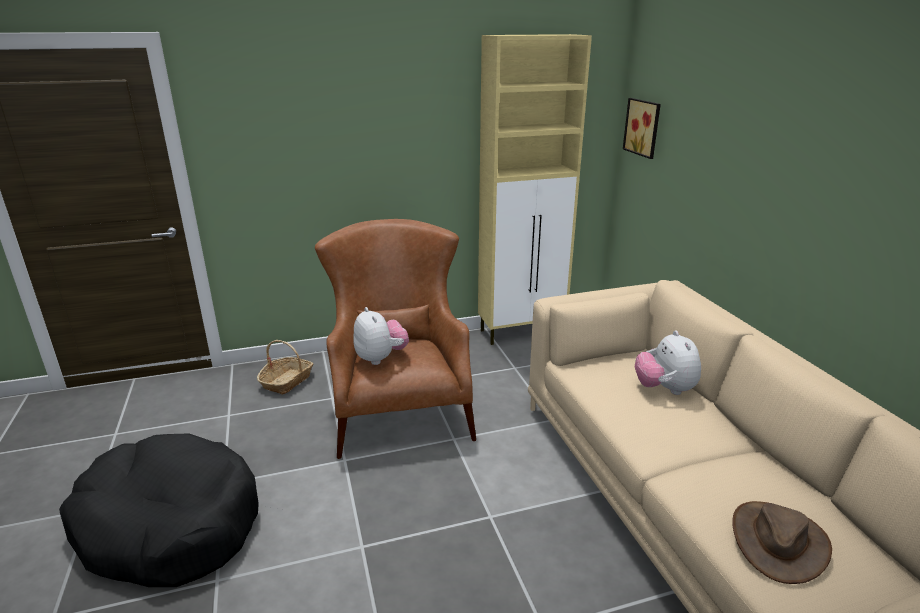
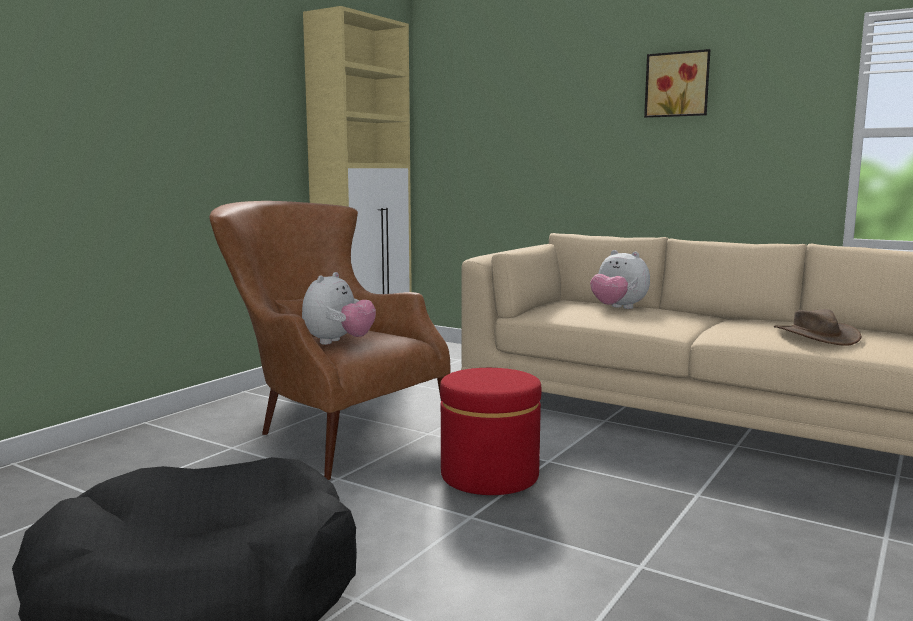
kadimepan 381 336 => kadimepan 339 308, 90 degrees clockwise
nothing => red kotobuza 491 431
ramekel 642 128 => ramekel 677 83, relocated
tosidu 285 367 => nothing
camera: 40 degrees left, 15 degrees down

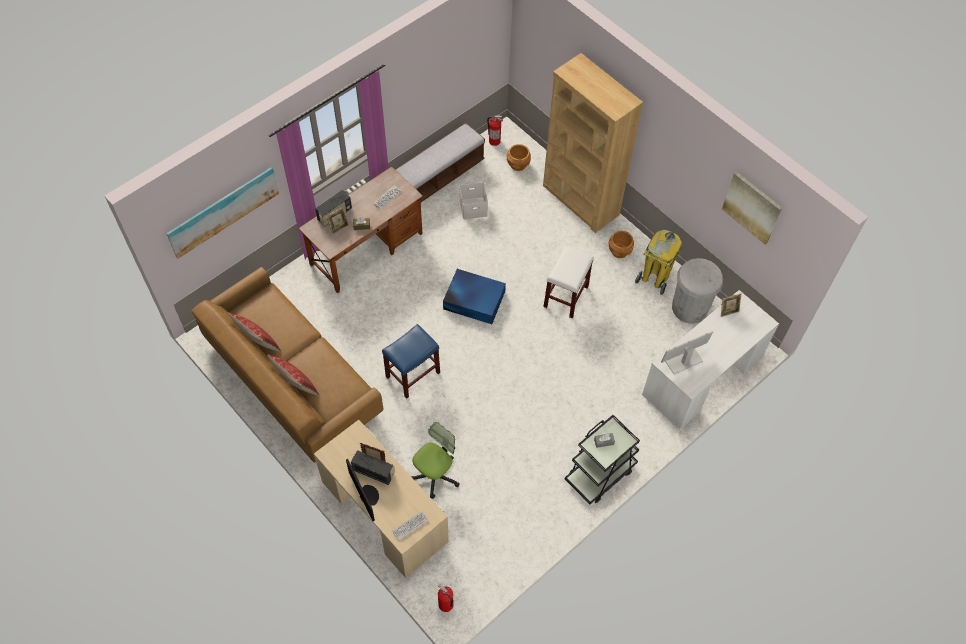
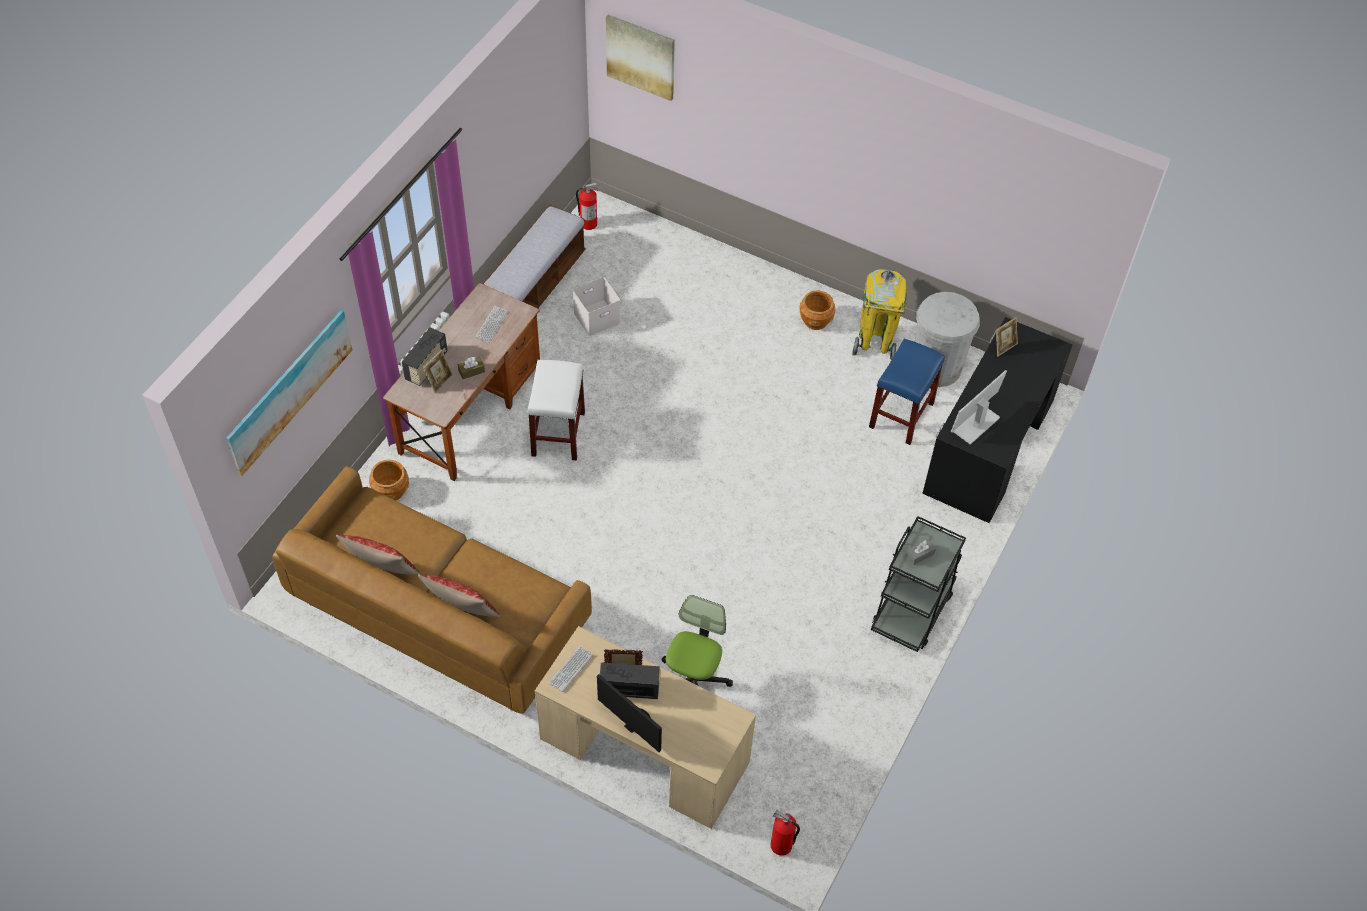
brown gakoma 519 157 => brown gakoma 389 480, relocated
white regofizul 569 281 => white regofizul 556 410, relocated
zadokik 410 526 => zadokik 570 669, relocated
ramekel 752 208 => ramekel 640 58, relocated
blue regofizul 411 361 => blue regofizul 907 391, relocated
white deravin 710 360 => black deravin 997 420
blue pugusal 474 296 => nothing
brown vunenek 593 143 => nothing
camera: 20 degrees left, 5 degrees down

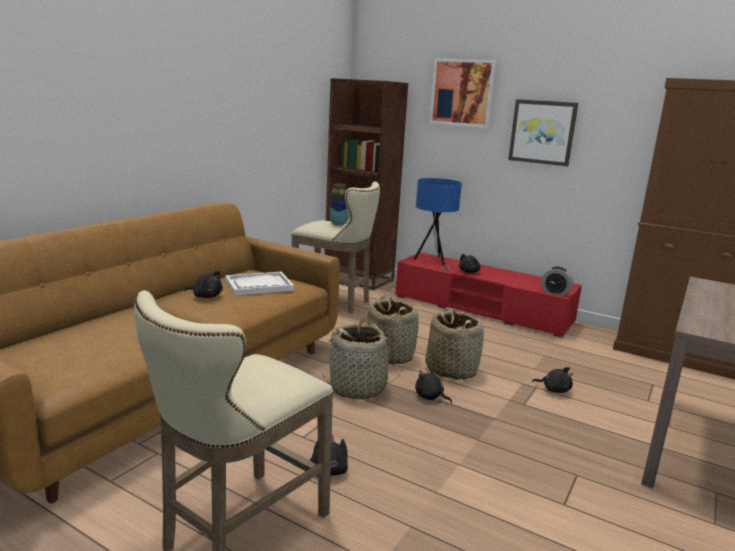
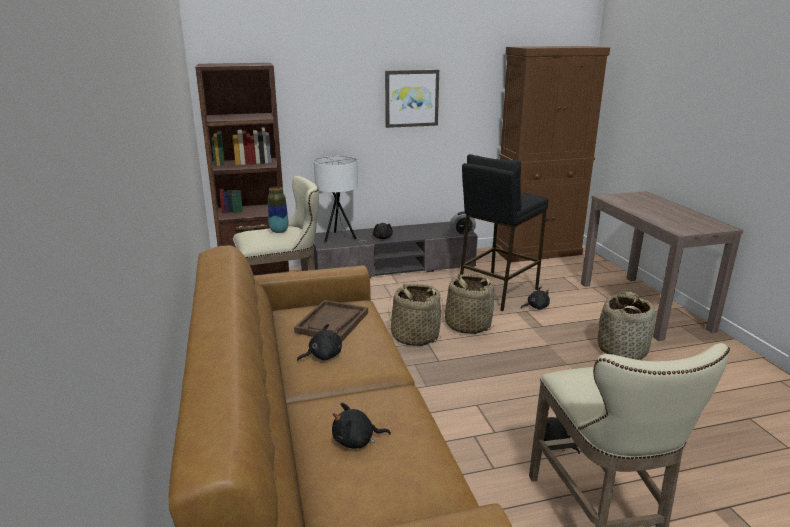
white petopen 259 284 => brown petopen 331 321
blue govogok 438 224 => white govogok 340 199
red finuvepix 488 295 => grey finuvepix 396 250
black kadimepan 433 385 => black kadimepan 361 426, relocated
nothing => black regofizul 504 232
tosidu 362 359 => tosidu 626 325, relocated
ramekel 462 93 => nothing
camera: 45 degrees left, 5 degrees up

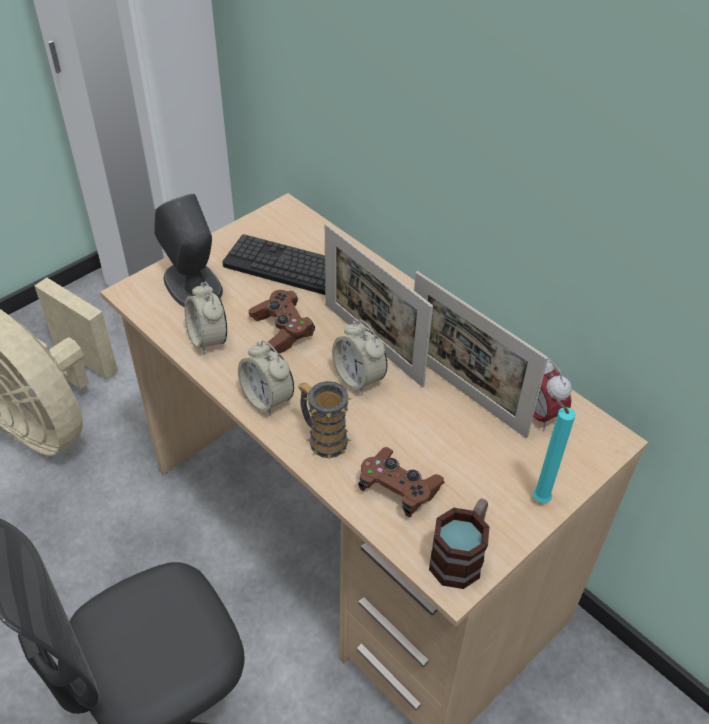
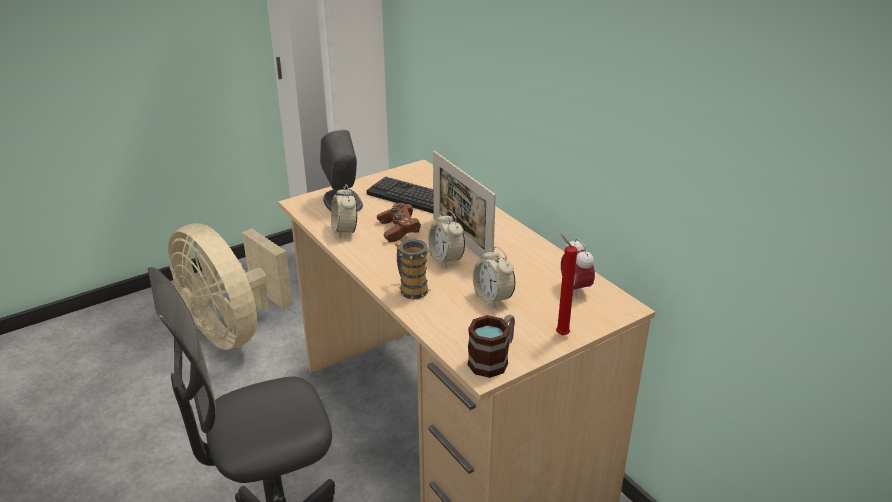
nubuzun 266 378 => nubuzun 494 277, relocated
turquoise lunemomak 554 449 => red lunemomak 566 284
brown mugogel 401 482 => nothing
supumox 481 354 => nothing
camera: 10 degrees right, 15 degrees down

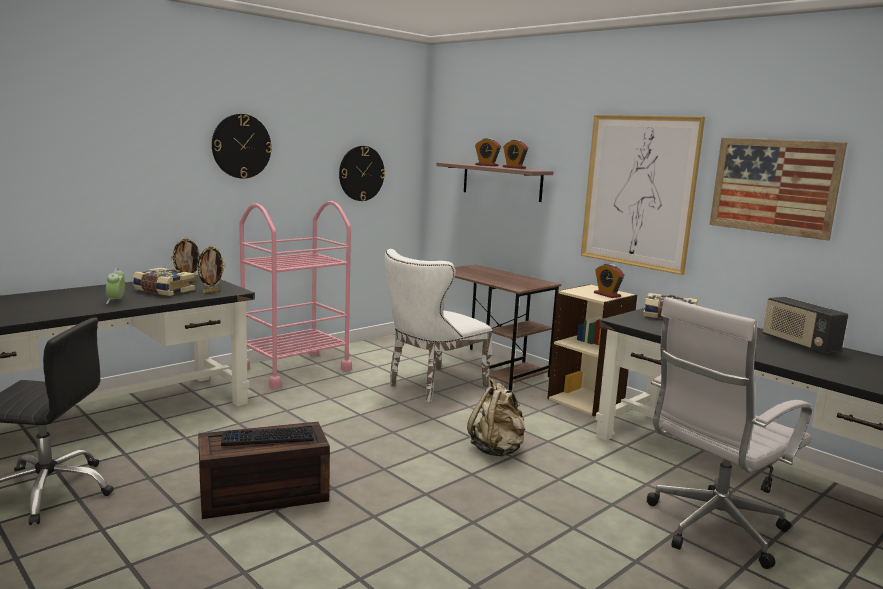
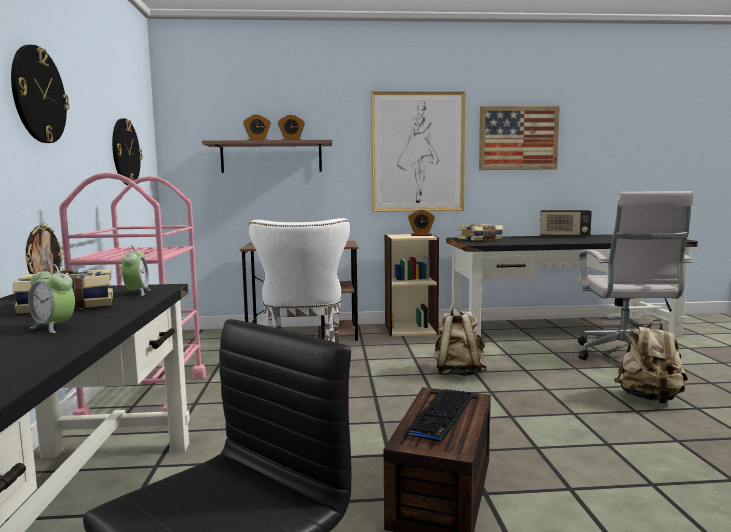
supumox 211 269 => nubuzun 135 271
nothing => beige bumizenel 651 361
camera: 50 degrees left, 5 degrees down

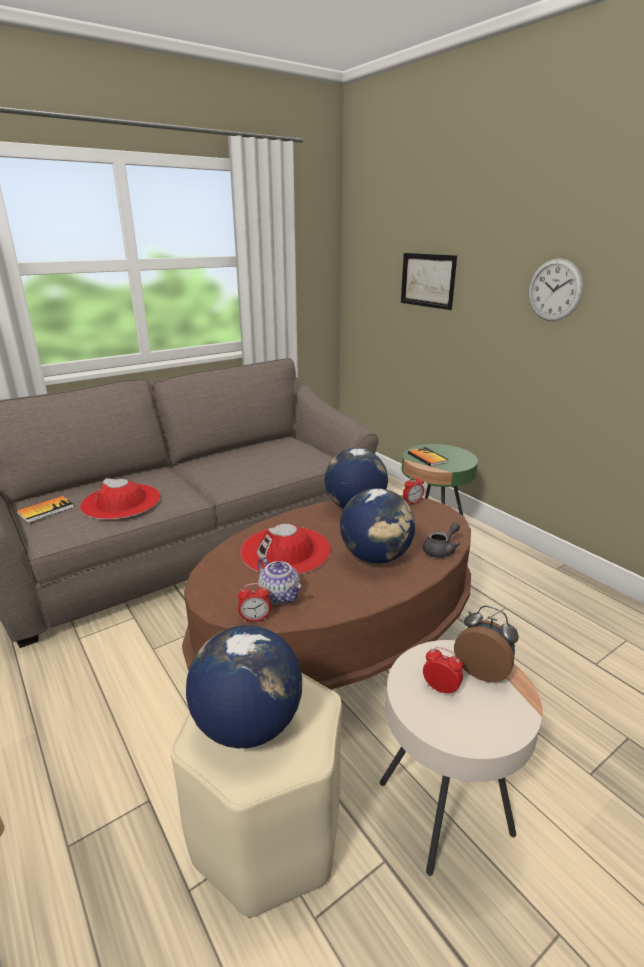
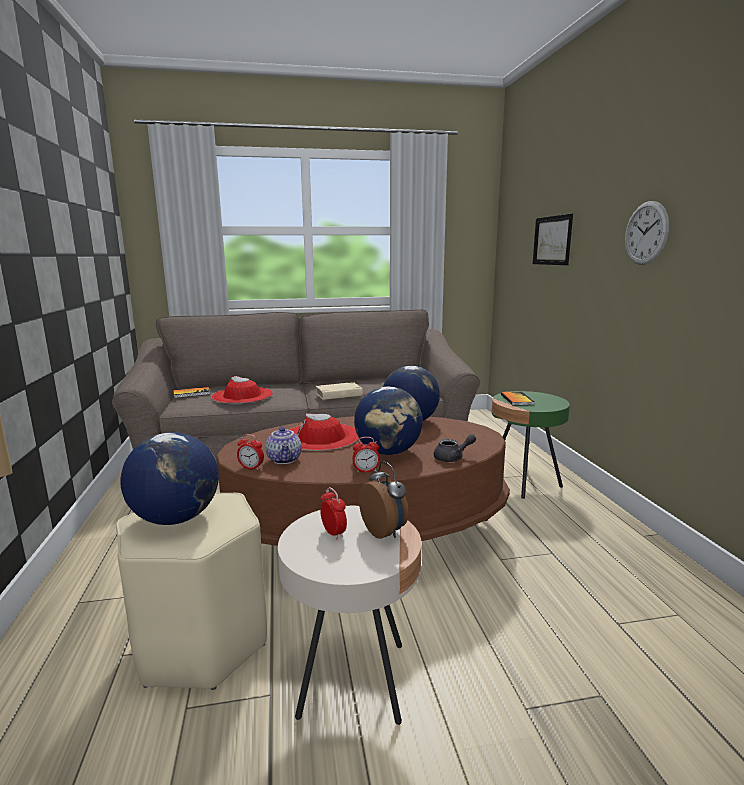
nothing => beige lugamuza 341 391
nubuzun 413 490 => nubuzun 366 455, relocated
camera: 25 degrees right, 10 degrees down

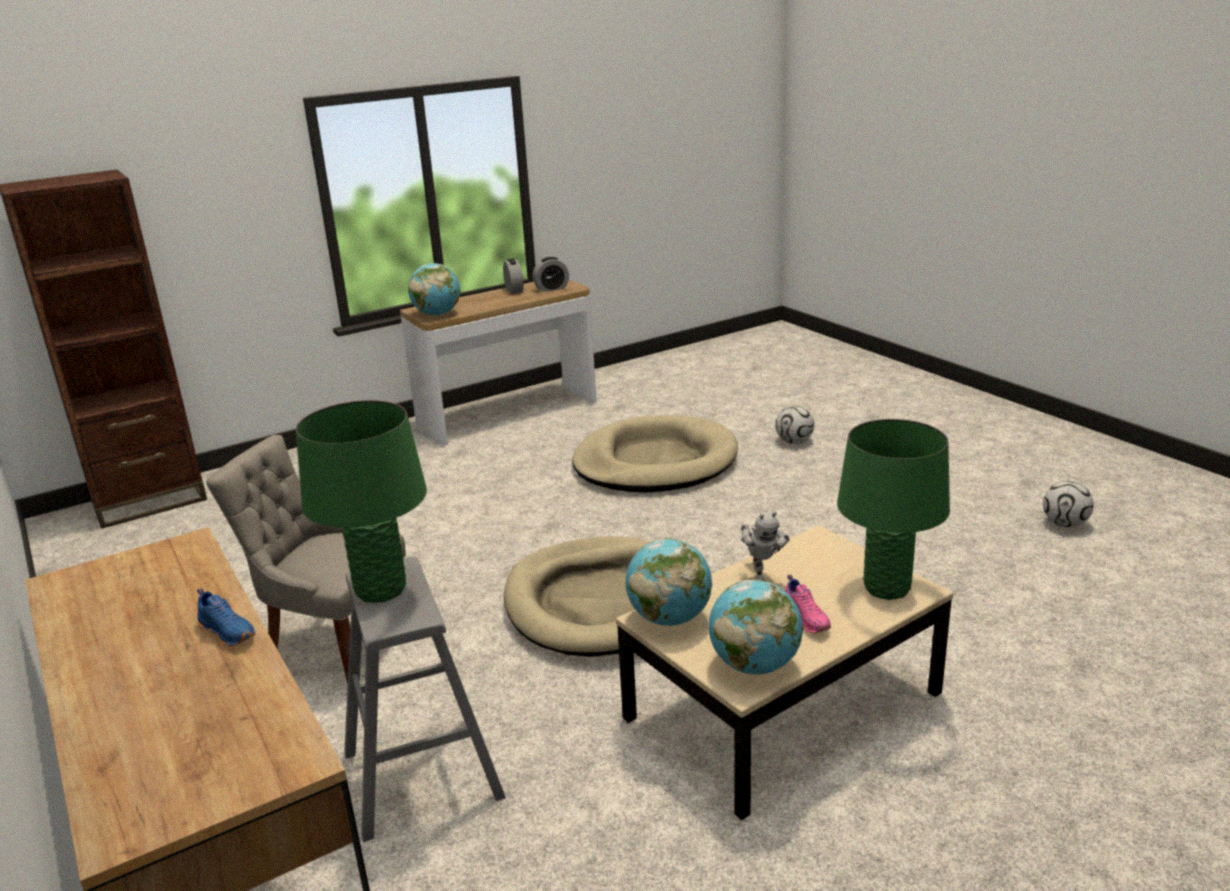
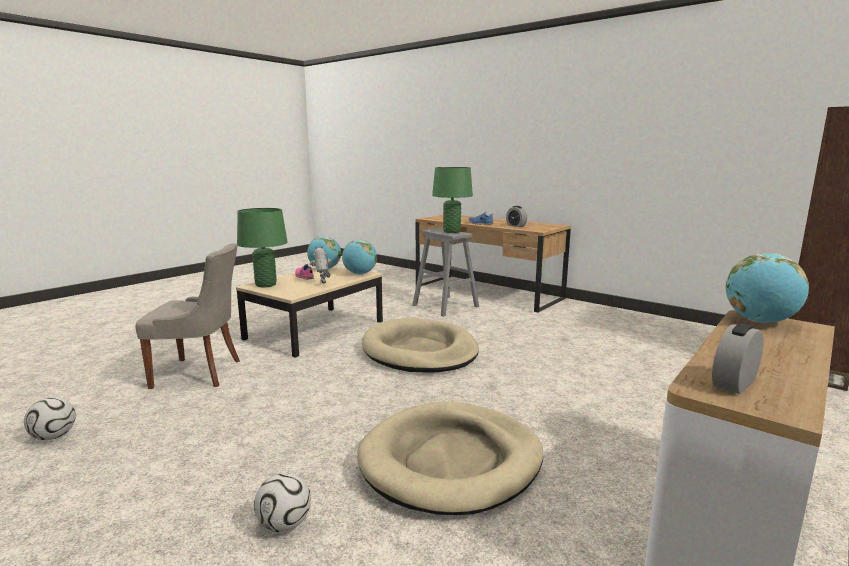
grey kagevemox 306 559 => grey kagevemox 187 316, relocated
nubuzun 513 276 => nubuzun 516 216, relocated
camera: 160 degrees right, 10 degrees down

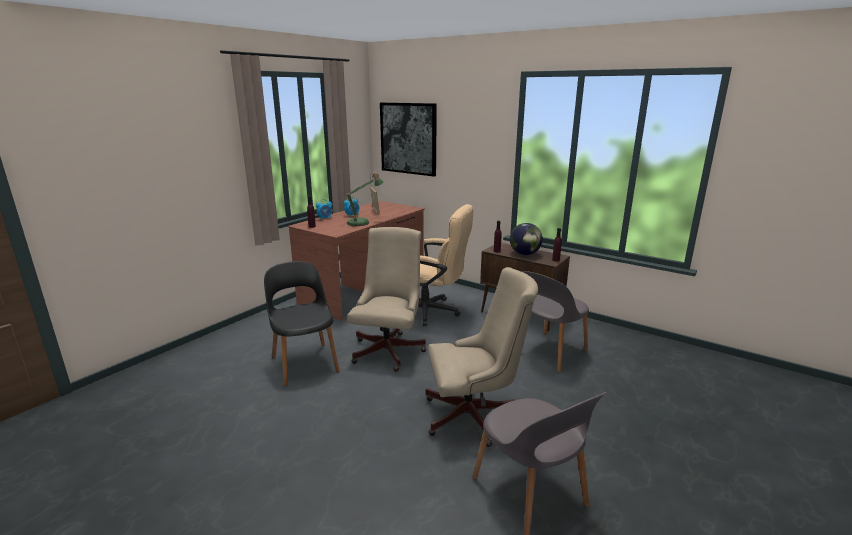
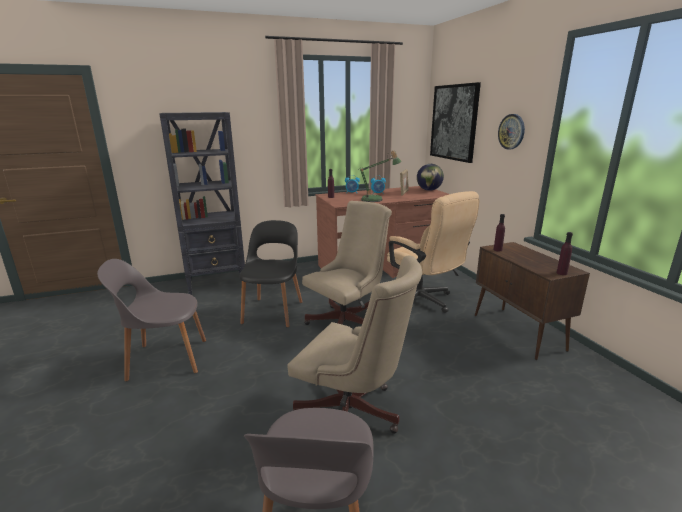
grey kagevemox 556 321 => grey kagevemox 151 320, relocated
nothing => black vunenek 202 203
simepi 526 239 => simepi 430 177, relocated
nothing => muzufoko 511 132
camera: 35 degrees right, 0 degrees up

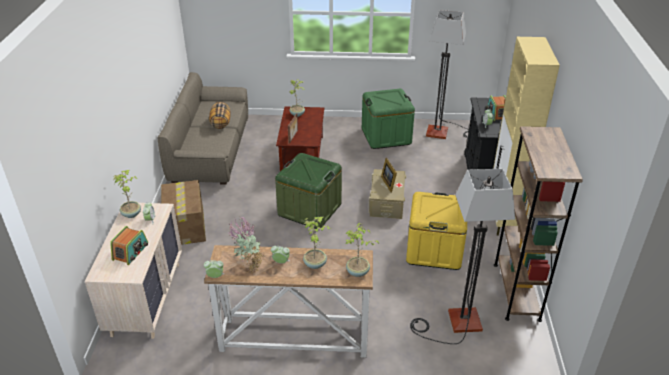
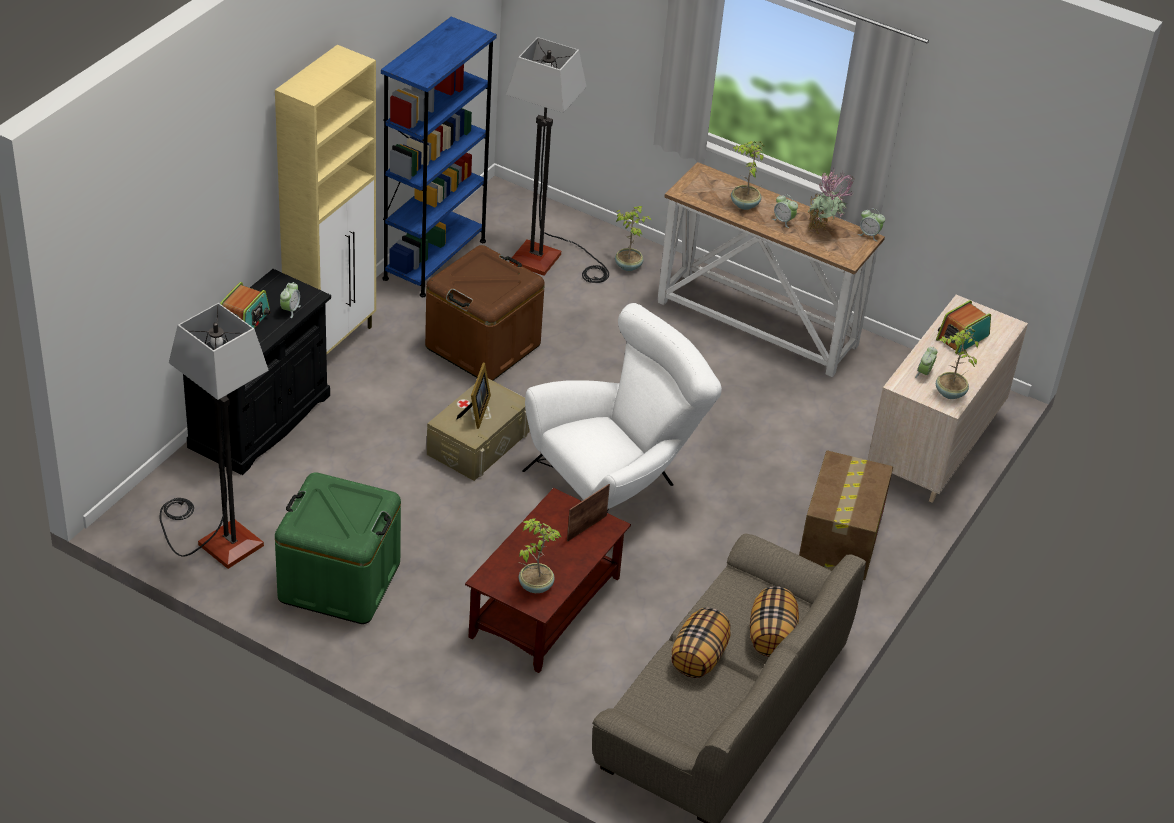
brown vunenek 538 224 => blue vunenek 439 157
yellow pugusal 436 231 => brown pugusal 485 313
green pugusal 308 191 => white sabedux 622 407
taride 362 250 => taride 633 238, relocated
nothing => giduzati 774 621
camera: 155 degrees left, 5 degrees up

